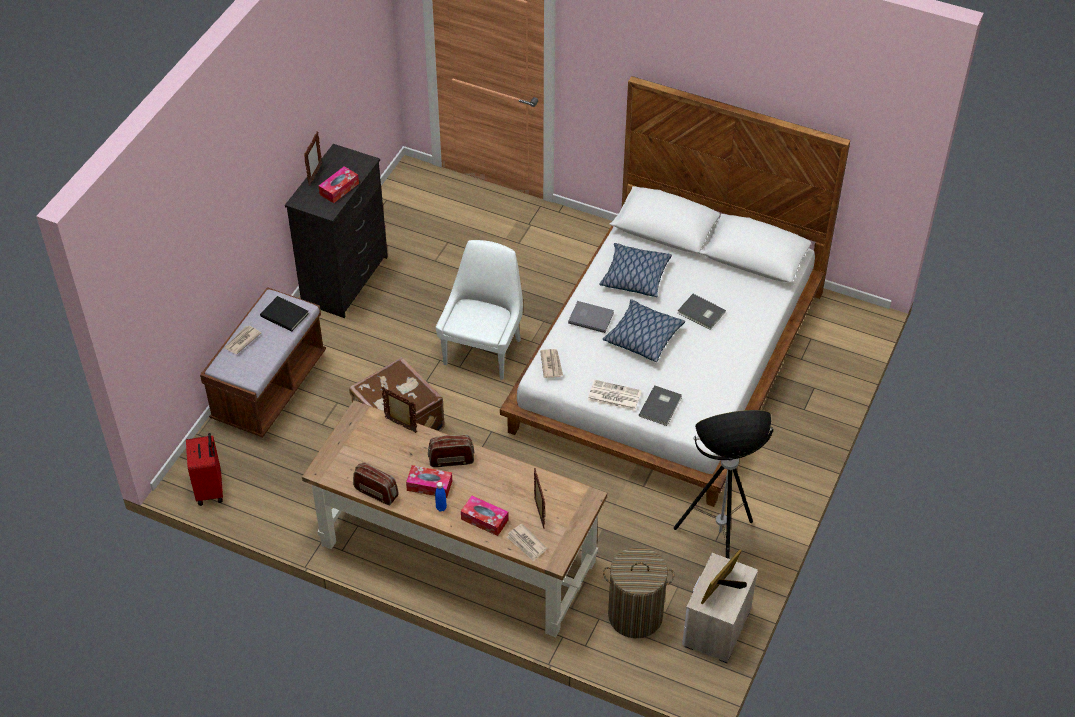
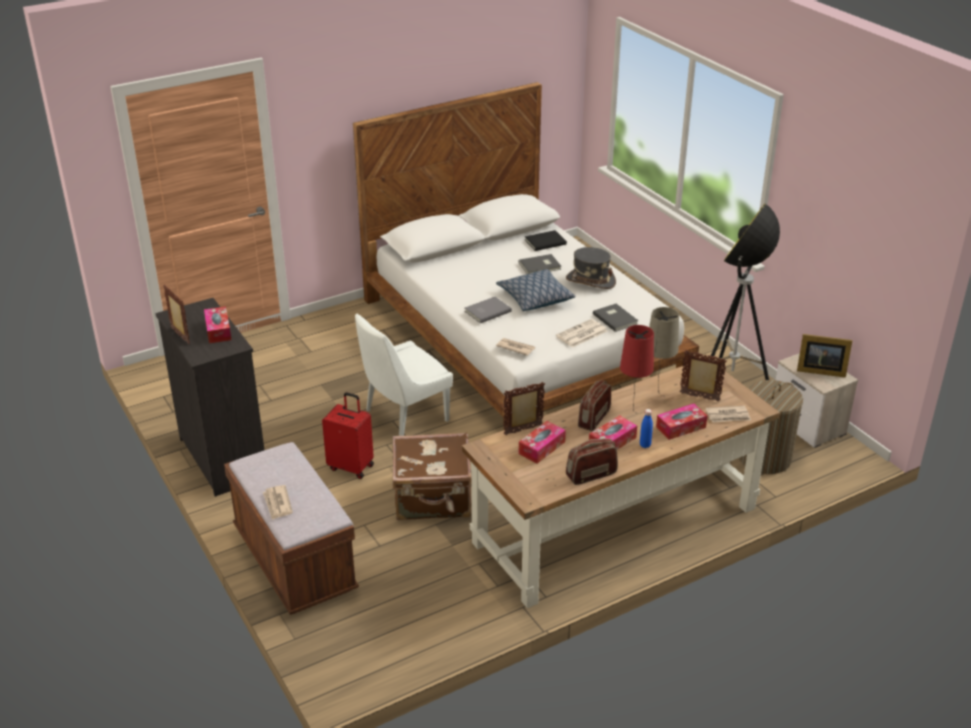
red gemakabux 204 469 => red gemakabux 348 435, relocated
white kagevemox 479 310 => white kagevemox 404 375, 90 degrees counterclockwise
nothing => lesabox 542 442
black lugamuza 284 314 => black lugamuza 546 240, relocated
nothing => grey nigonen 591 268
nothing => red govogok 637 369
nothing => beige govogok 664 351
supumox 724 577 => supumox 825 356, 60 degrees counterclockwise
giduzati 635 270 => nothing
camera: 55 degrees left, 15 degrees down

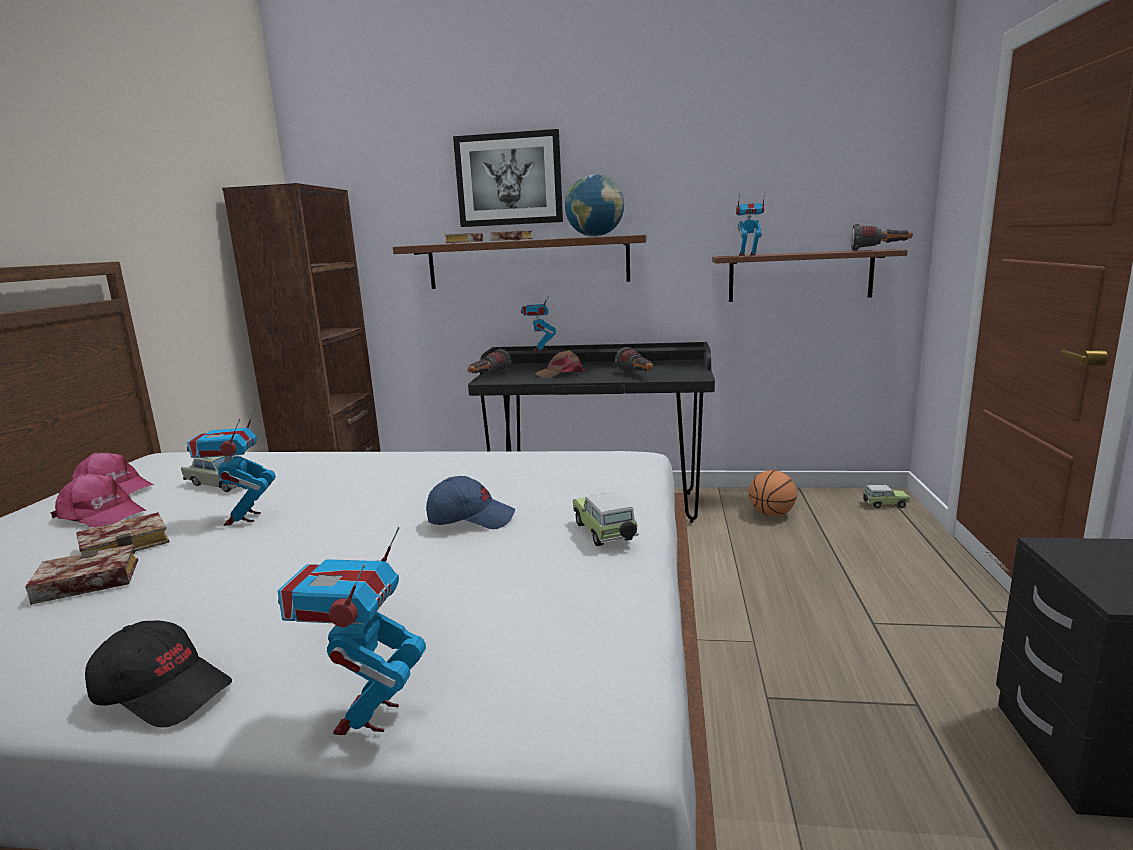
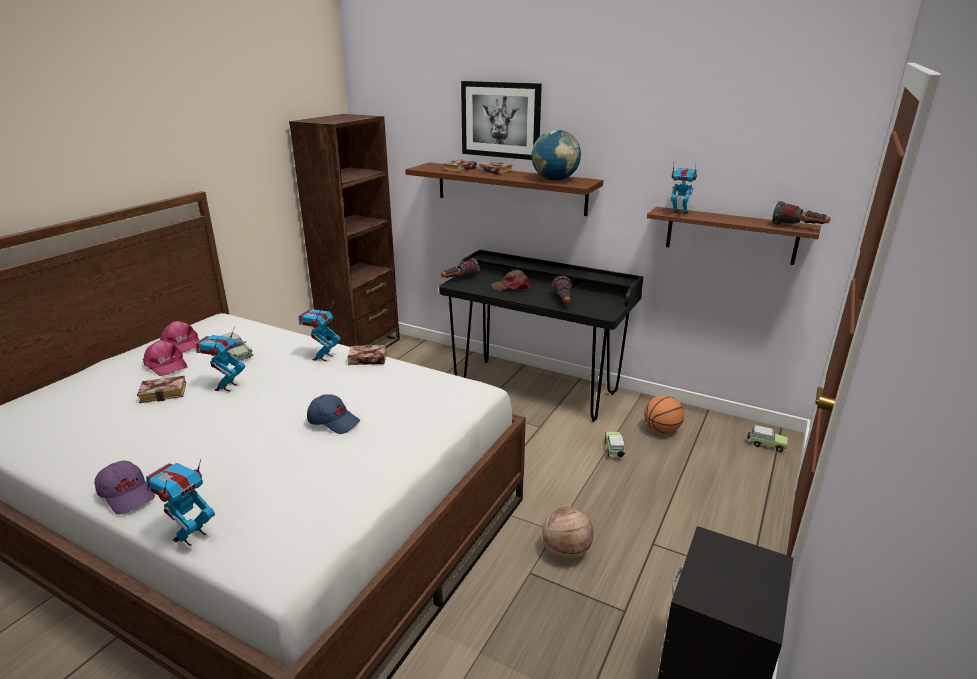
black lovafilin 158 674 => purple lovafilin 124 488
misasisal 538 323 => misasisal 319 331, relocated
lugamuza 81 574 => lugamuza 367 354, relocated
nothing => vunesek 568 533
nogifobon 606 519 => nogifobon 615 444, relocated
camera: 20 degrees right, 10 degrees up

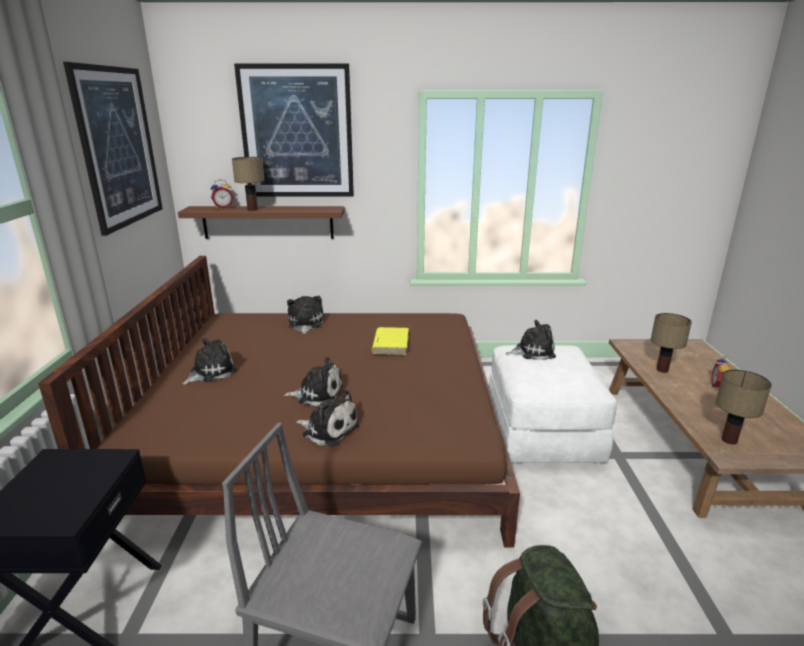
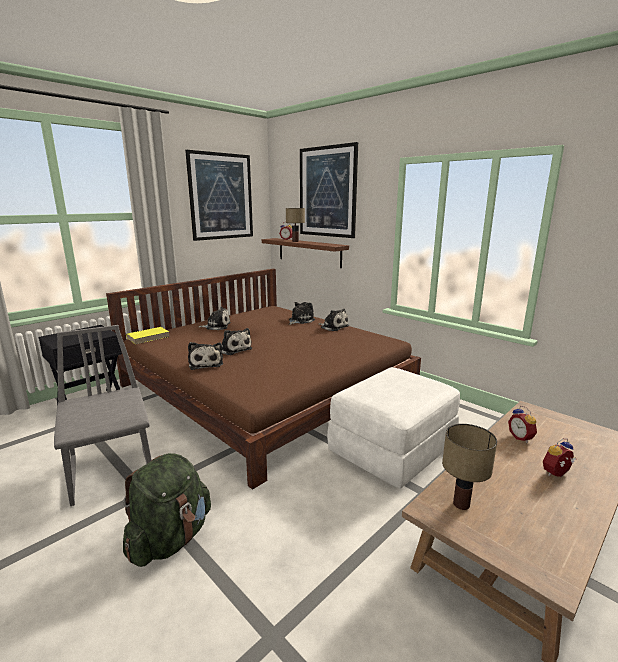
yellow lugamuza 390 341 => yellow lugamuza 148 335, relocated
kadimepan 531 340 => kadimepan 334 320, relocated
govogok 671 343 => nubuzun 522 424
camera: 45 degrees right, 5 degrees down

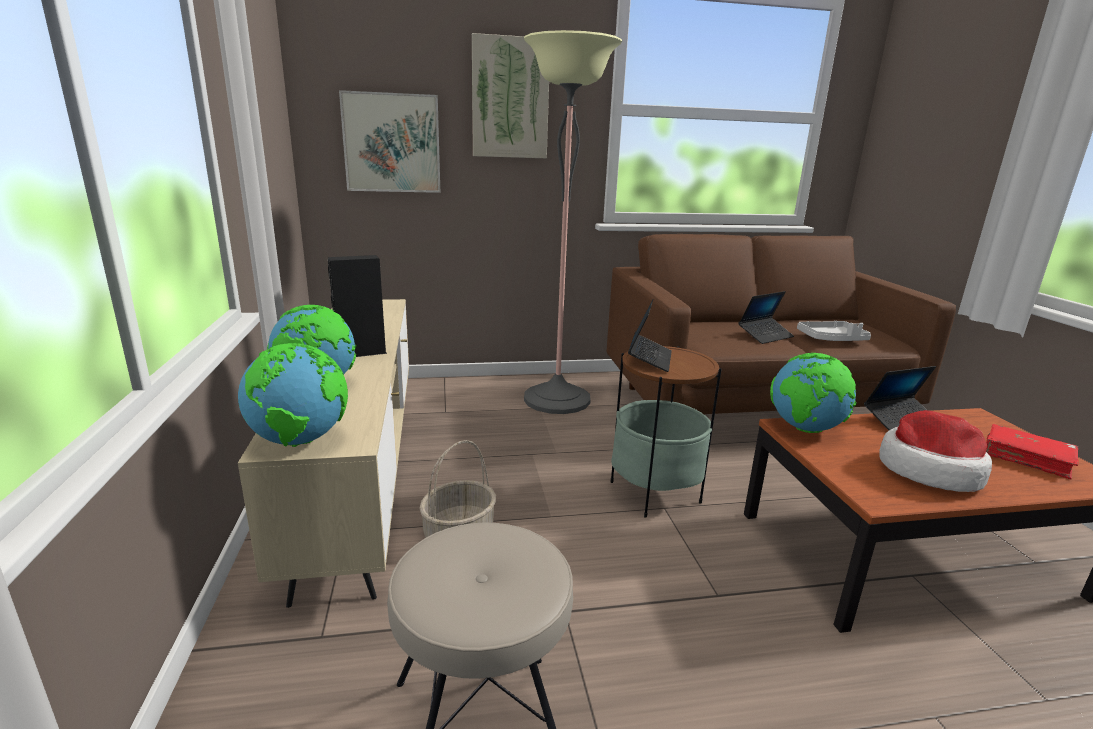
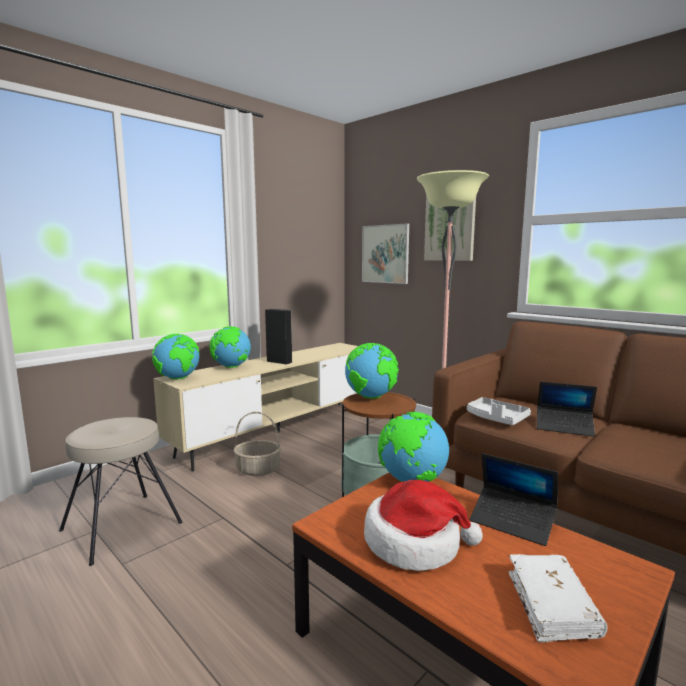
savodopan 650 335 => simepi 372 371
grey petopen 834 331 => grey petopen 499 411, relocated
red lugamuza 1032 451 => white lugamuza 558 598
camera: 55 degrees right, 10 degrees down

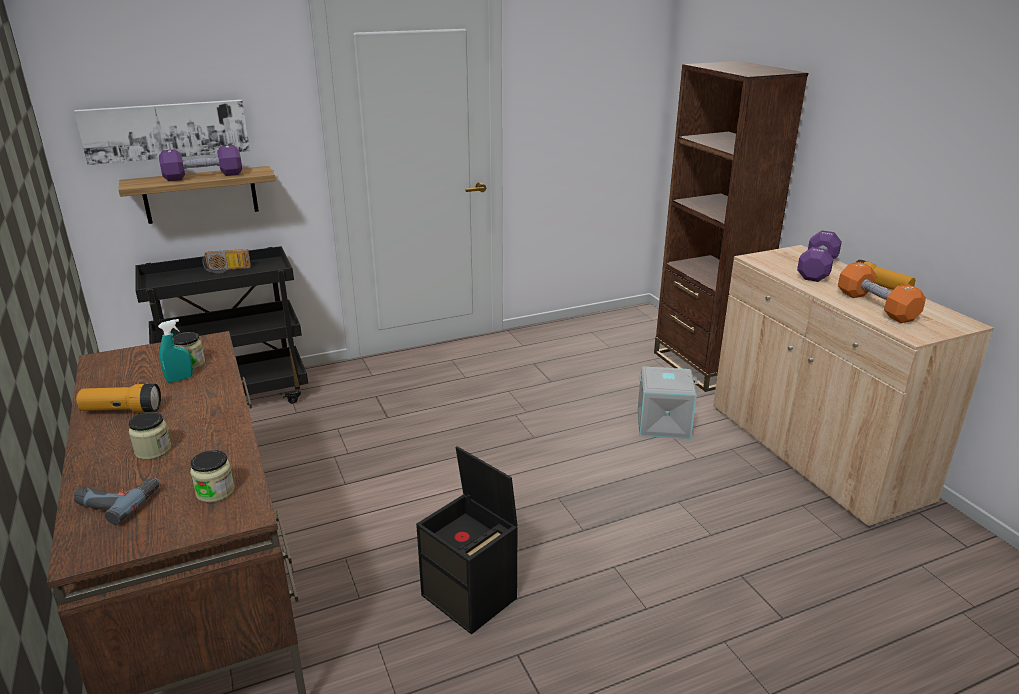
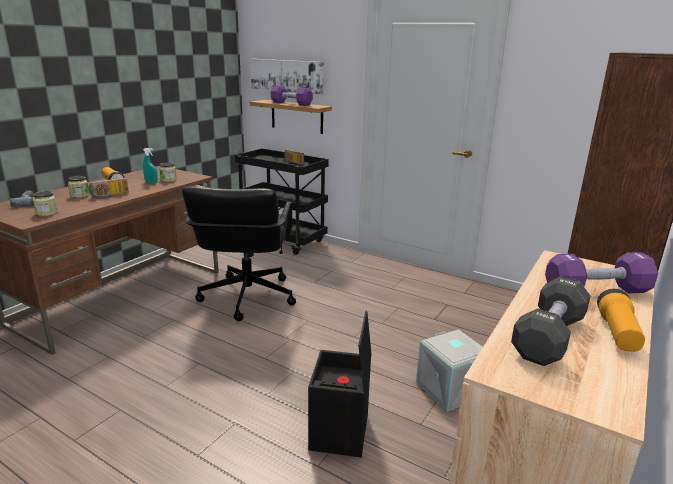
nothing => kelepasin 108 188
nothing => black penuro 239 253
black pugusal 467 540 => black pugusal 340 384, relocated
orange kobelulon 882 292 => black kobelulon 551 321
camera: 55 degrees right, 5 degrees down

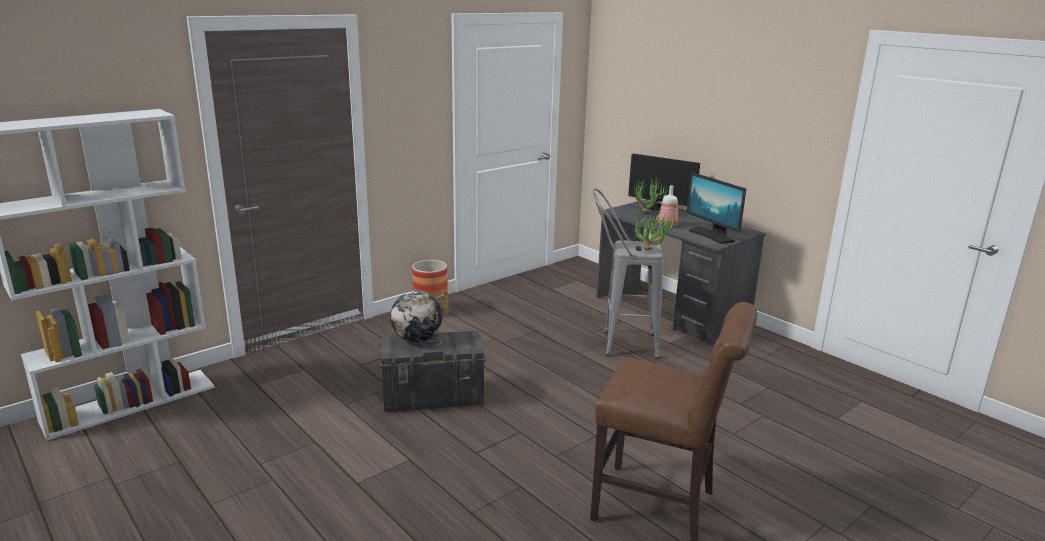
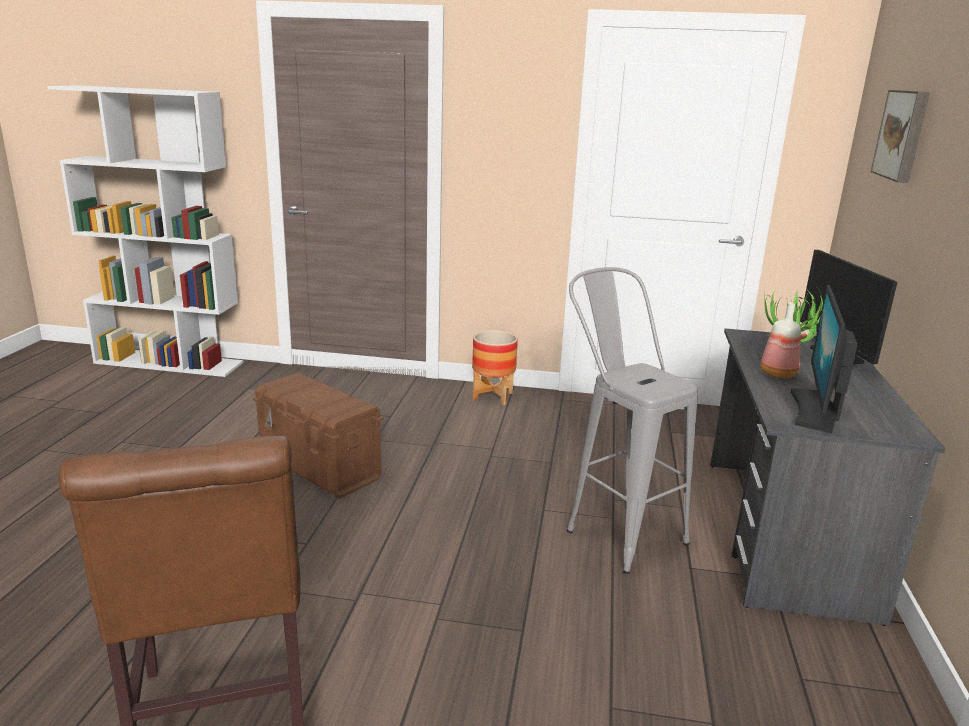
grey pugusal 433 371 => brown pugusal 318 436
nothing => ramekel 900 136
simepi 416 317 => nothing
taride 654 228 => nothing
camera: 50 degrees right, 0 degrees up

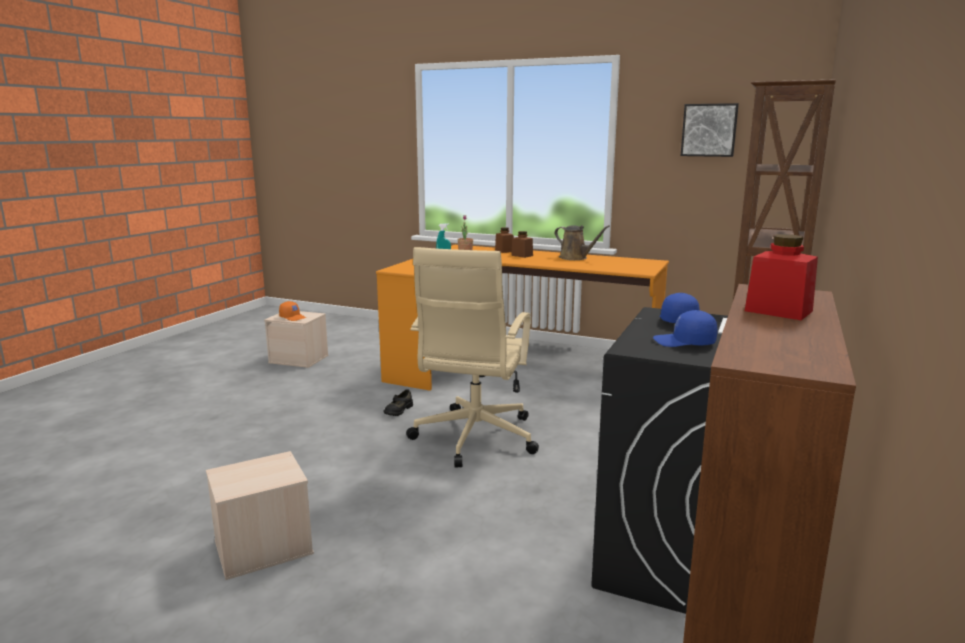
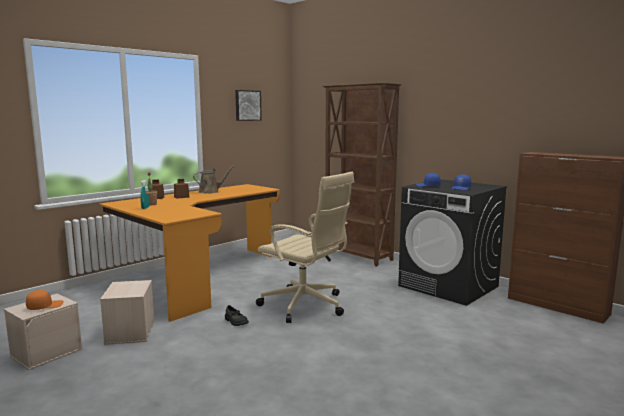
beige pugusal 260 515 => beige pugusal 127 312, relocated
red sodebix 781 277 => nothing
camera: 70 degrees left, 5 degrees down

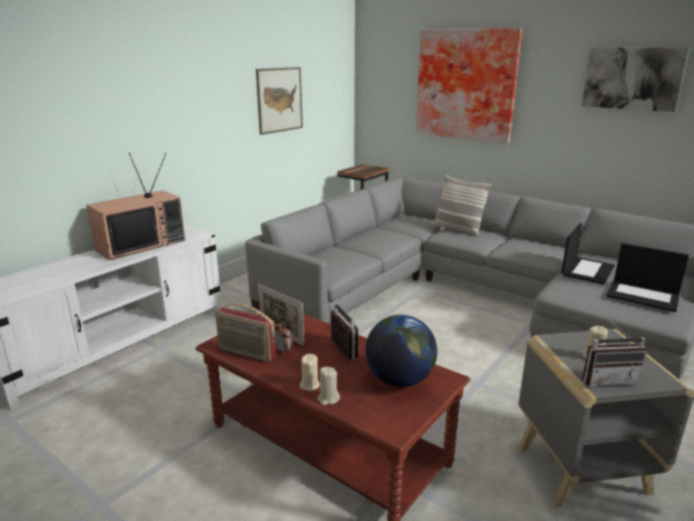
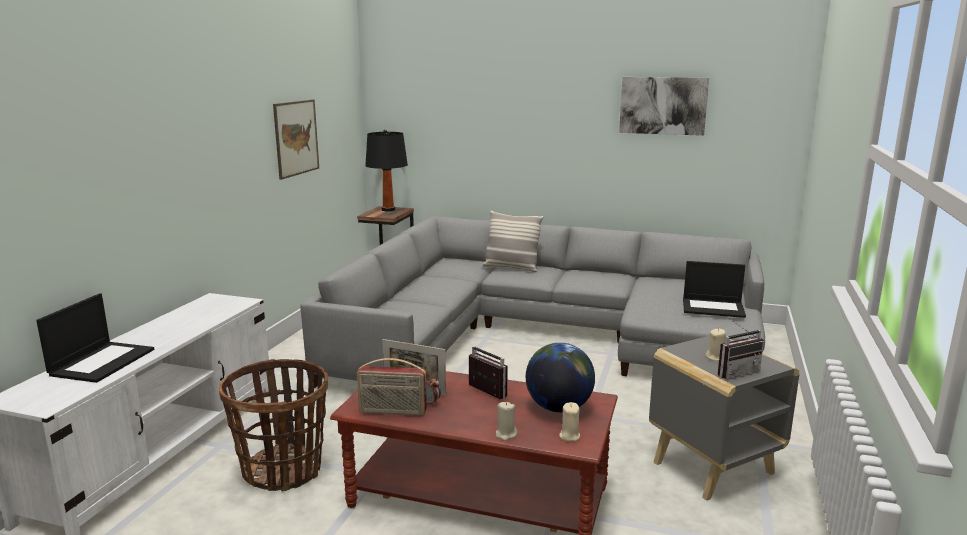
savodopan 588 254 => savodopan 95 338, relocated
nothing => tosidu 273 425
nothing => black govogok 386 170
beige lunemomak 309 372 => beige lunemomak 569 421, relocated
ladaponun 136 206 => nothing
ramekel 469 85 => nothing
camera: 20 degrees left, 5 degrees down

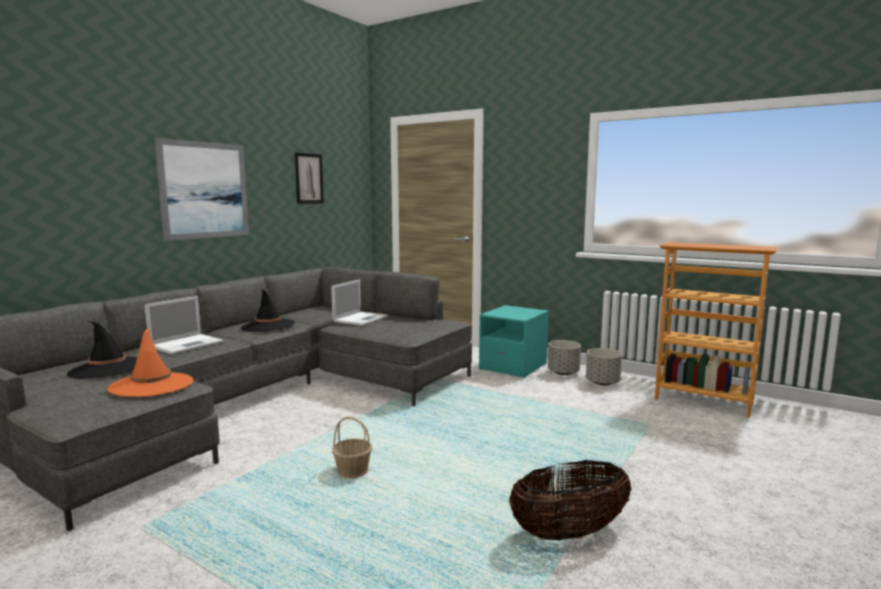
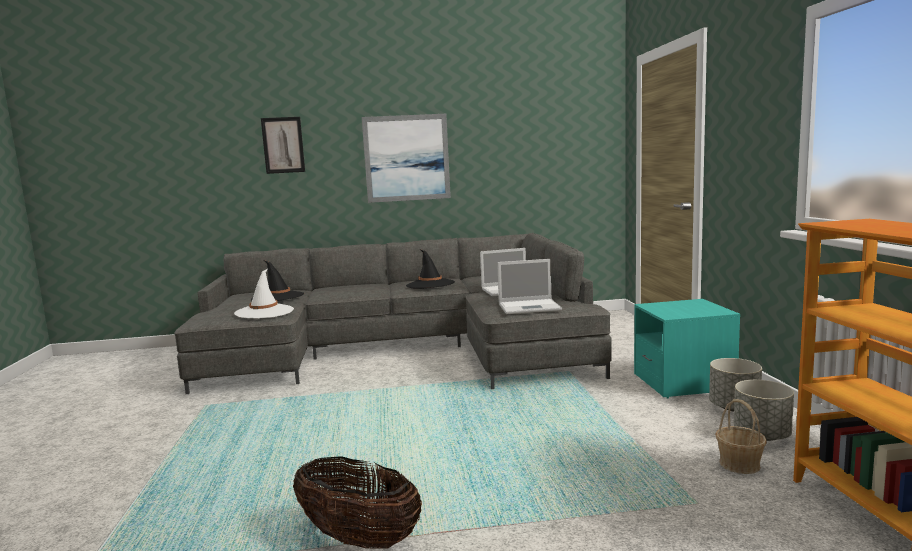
orange nigonen 150 362 => white nigonen 264 294
ramekel 309 178 => ramekel 283 145, relocated
savodopan 184 325 => savodopan 529 286, relocated
tosidu 352 447 => tosidu 741 436, relocated
camera: 50 degrees right, 0 degrees up

